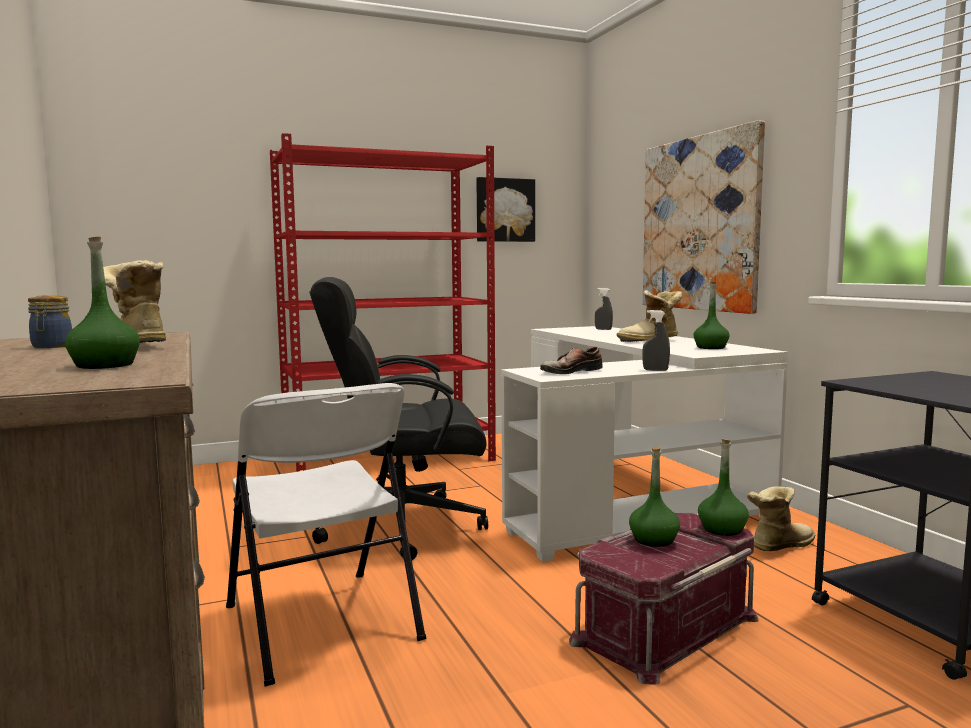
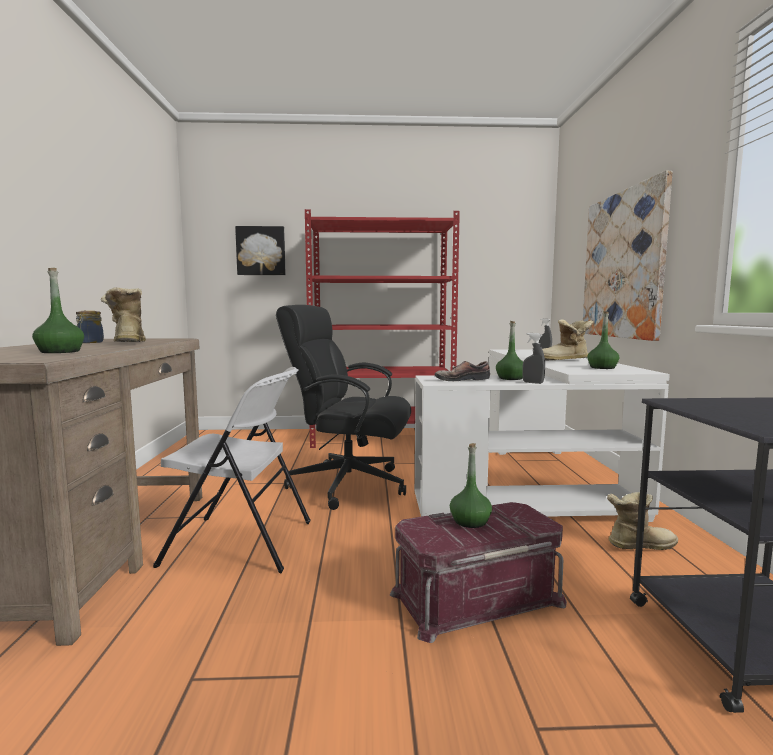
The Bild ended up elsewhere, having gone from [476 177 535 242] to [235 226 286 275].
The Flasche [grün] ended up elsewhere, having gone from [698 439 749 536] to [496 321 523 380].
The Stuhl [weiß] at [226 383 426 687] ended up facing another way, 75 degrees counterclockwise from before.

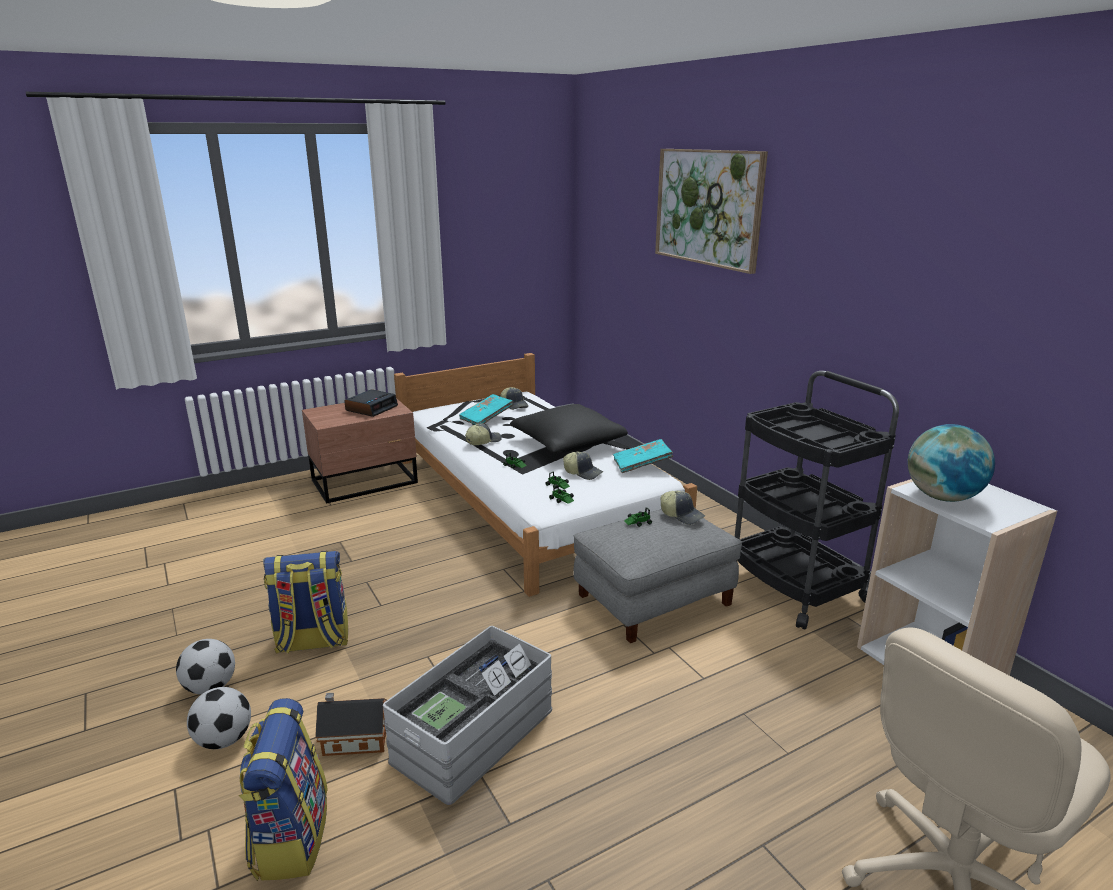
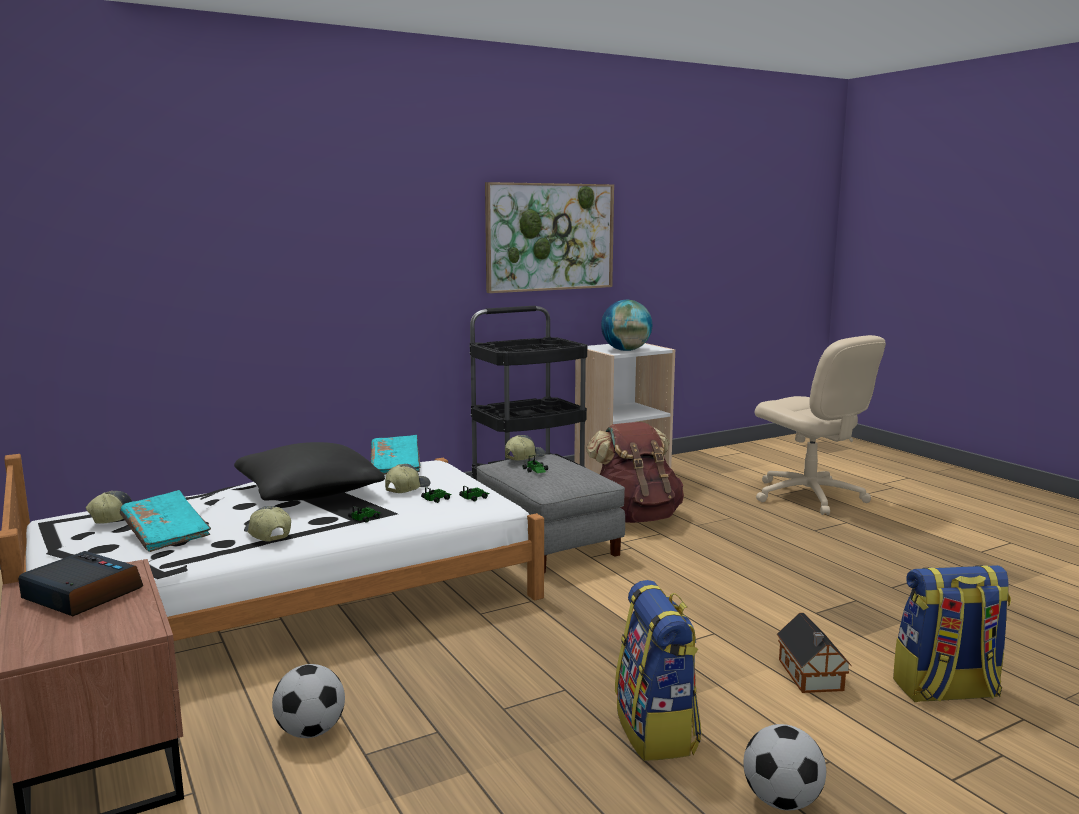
The second view lost the Aufbewahrungsbox [grau] at [383 626 552 805].
The second view gained the Rucksack [braun] at [586 422 684 523].
The Fußball ended up elsewhere, having gone from [187 687 251 749] to [272 664 345 738].
The Bild ended up elsewhere, having gone from [655 149 768 274] to [485 182 614 293].

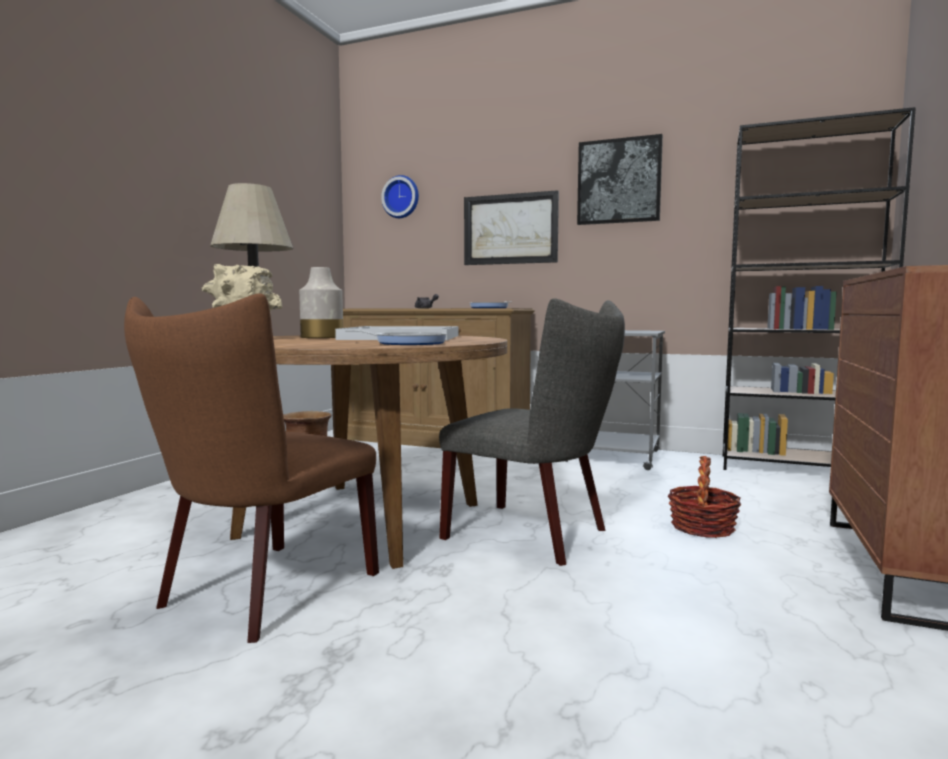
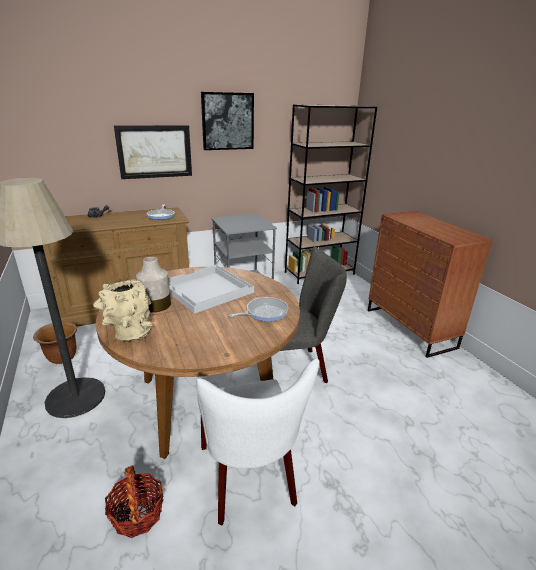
The second view lost the Wanduhr at [381 175 419 218].
The Korb ended up elsewhere, having gone from [668 456 741 538] to [105 465 164 538].
What was the Stuhl [braun] at [124 293 379 643] turned into the Stuhl [weiß] at [196 359 320 525].

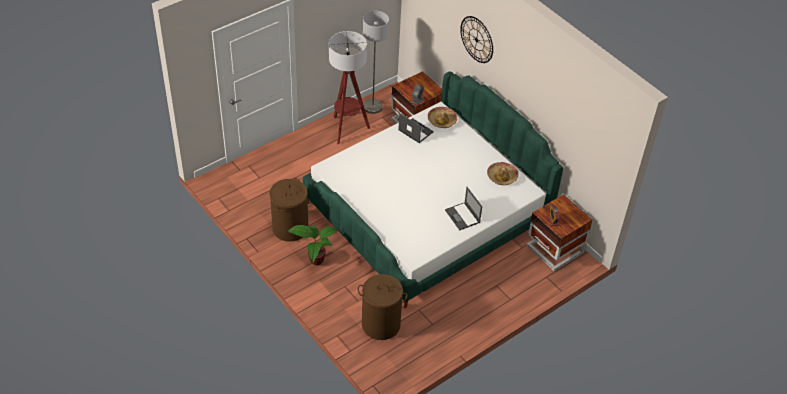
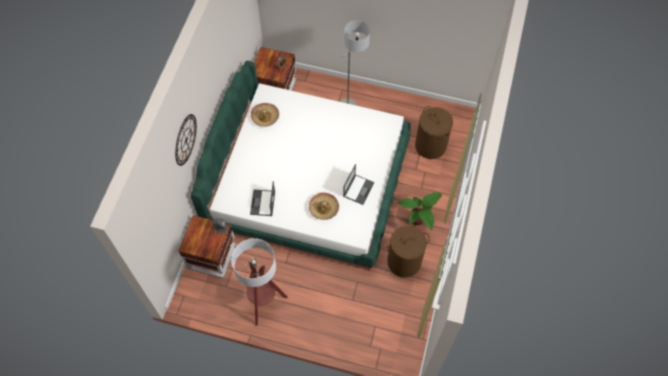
The Stehlampe [grau] ended up elsewhere, having gone from [363 11 389 114] to [340 20 370 106].
The Hut ended up elsewhere, having gone from [427 107 457 128] to [309 192 339 220].
The Laptop ended up elsewhere, having gone from [445 187 482 231] to [343 164 374 205].

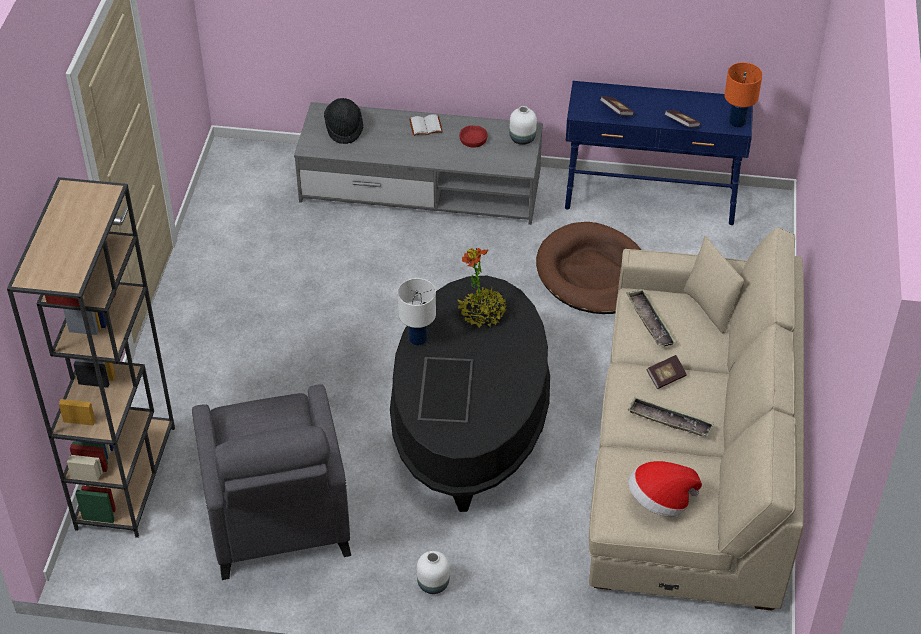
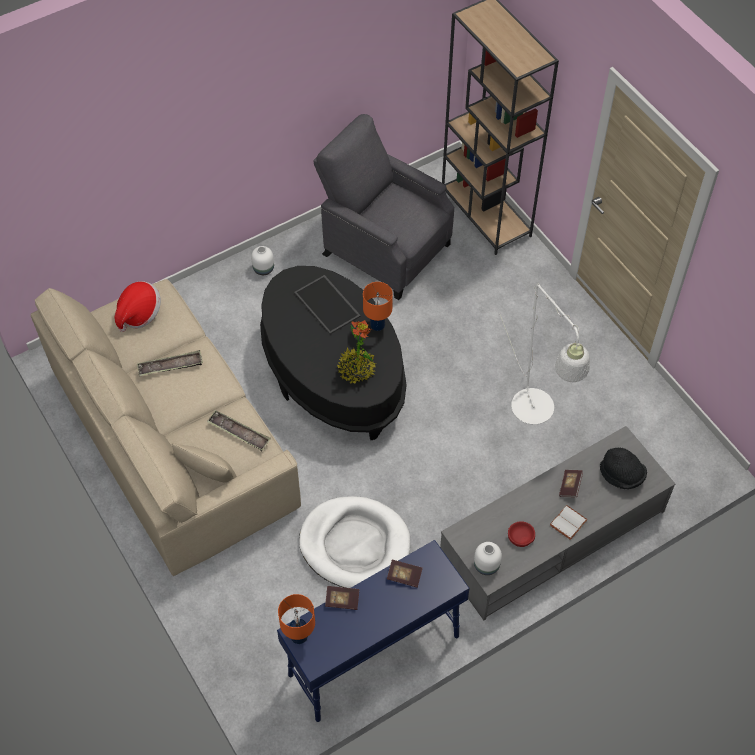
The second view gained the Stehlampe [weiß] at [500 284 590 425].
The Buch ended up elsewhere, having gone from [646 355 687 389] to [559 470 583 497].
What was the Tischlampe [weiß] at [398 278 436 346] turned into the Tischlampe [orange] at [363 282 393 331].
What was the Hundebett [braun] at [536 222 641 314] turned into the Hundebett [weiß] at [299 496 410 588].

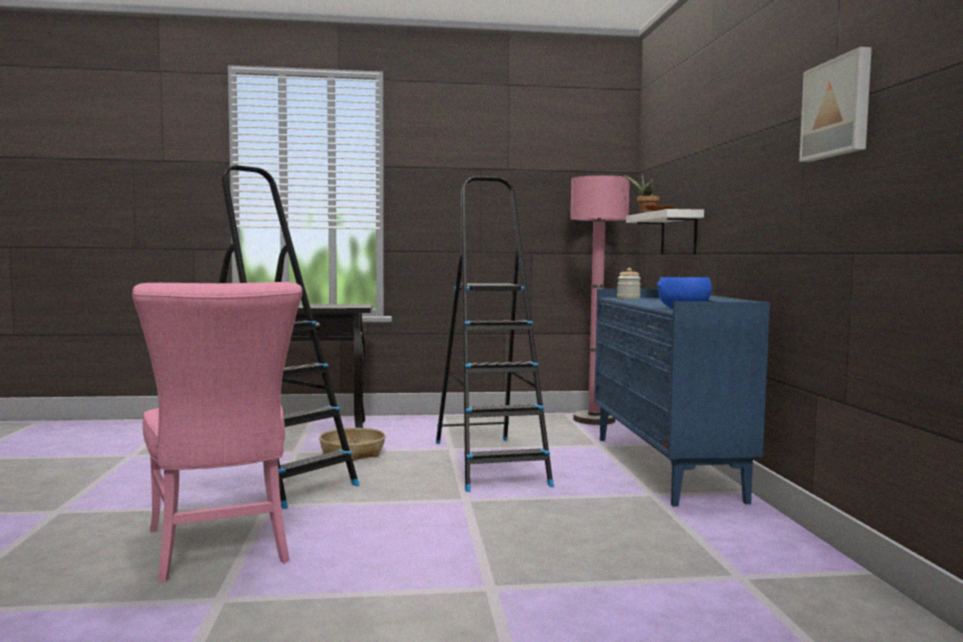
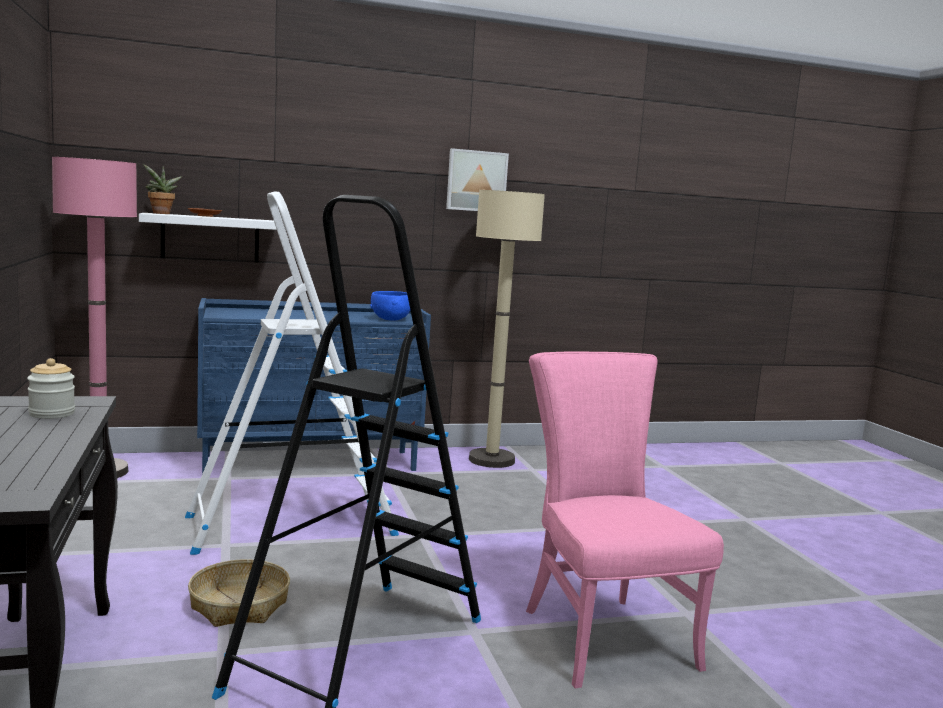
The second view gained the Stehlampe [beige] at [469 190 545 468].
The Vorratsglas ended up elsewhere, having gone from [617 268 641 299] to [27 358 75 419].
What was the Trittleiter [schwarz] at [436 176 554 492] turned into the Trittleiter [weiß] at [185 192 399 555].
The Stuhl [rosa] at [132 282 303 582] ended up facing another way, 75 degrees counterclockwise from before.

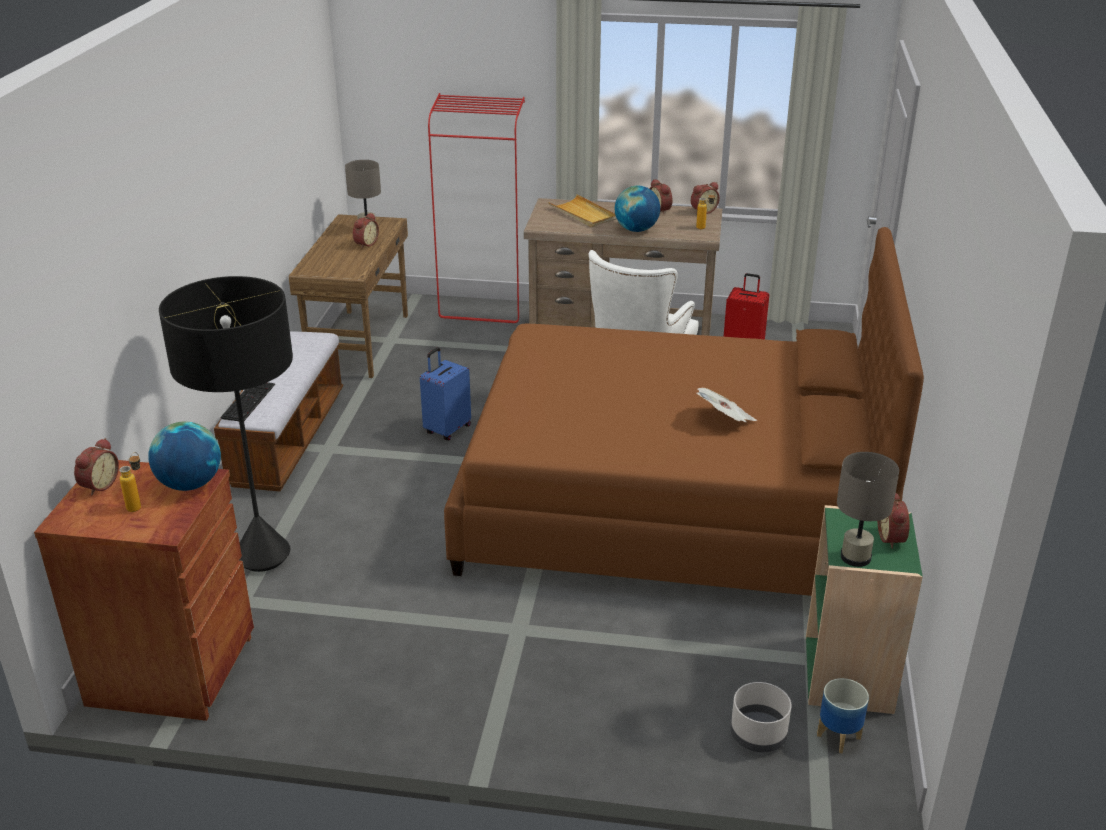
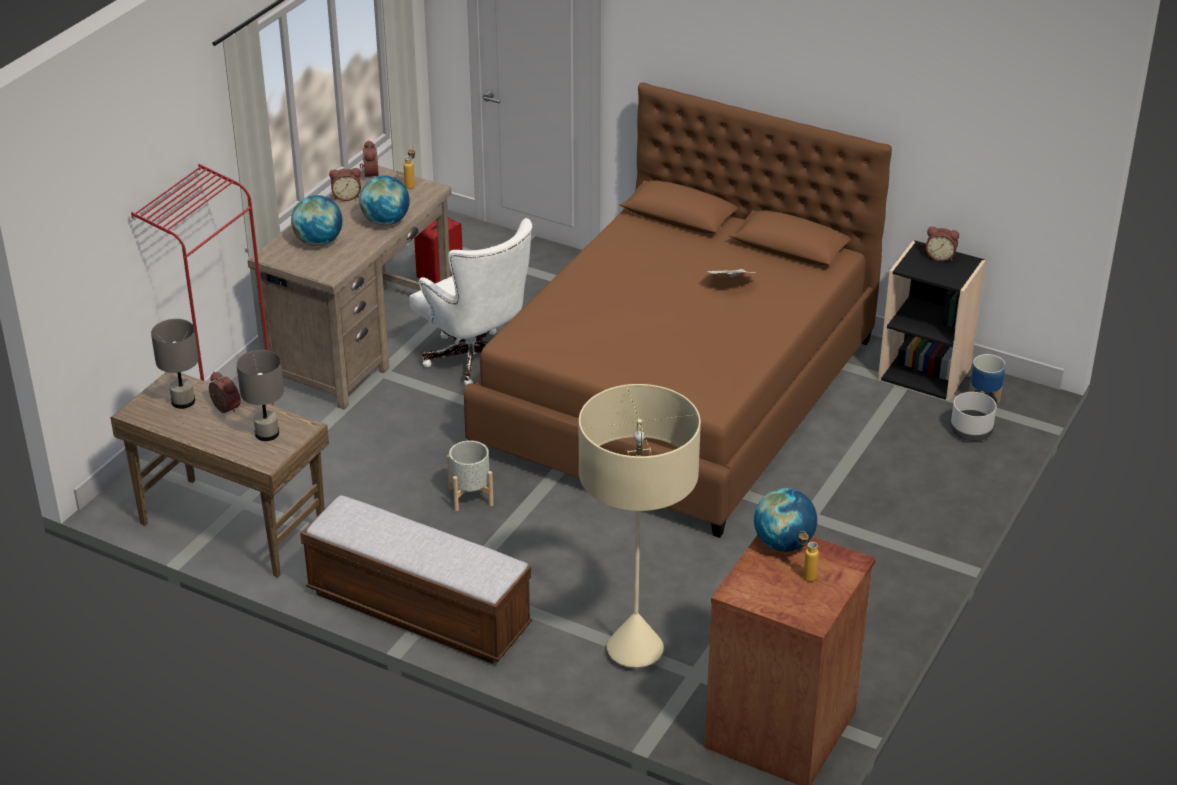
The second view lost the Wecker at [74 438 119 496].
The second view lost the Tastatur at [220 382 275 421].
The Tischlampe [grau] ended up elsewhere, having gone from [837 452 899 567] to [237 350 284 441].
Where the Koffer [blau] stood at [420 348 471 440], the Pflanzkübel [grau] came to stand at [447 440 493 511].
Where the Tablett [beige] stood at [549 194 617 227], the Globus came to stand at [291 195 342 246].
What was the Stehlampe [schwarz] at [159 276 293 572] turned into the Stehlampe [beige] at [579 384 701 669].
What was the Bücherregal [grün] at [806 505 923 714] turned into the Bücherregal [schwarz] at [878 240 986 401].

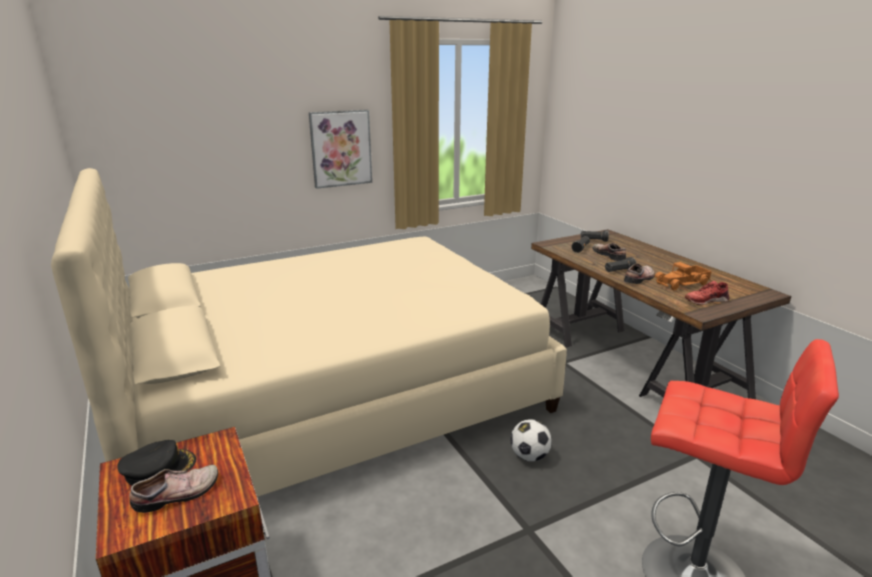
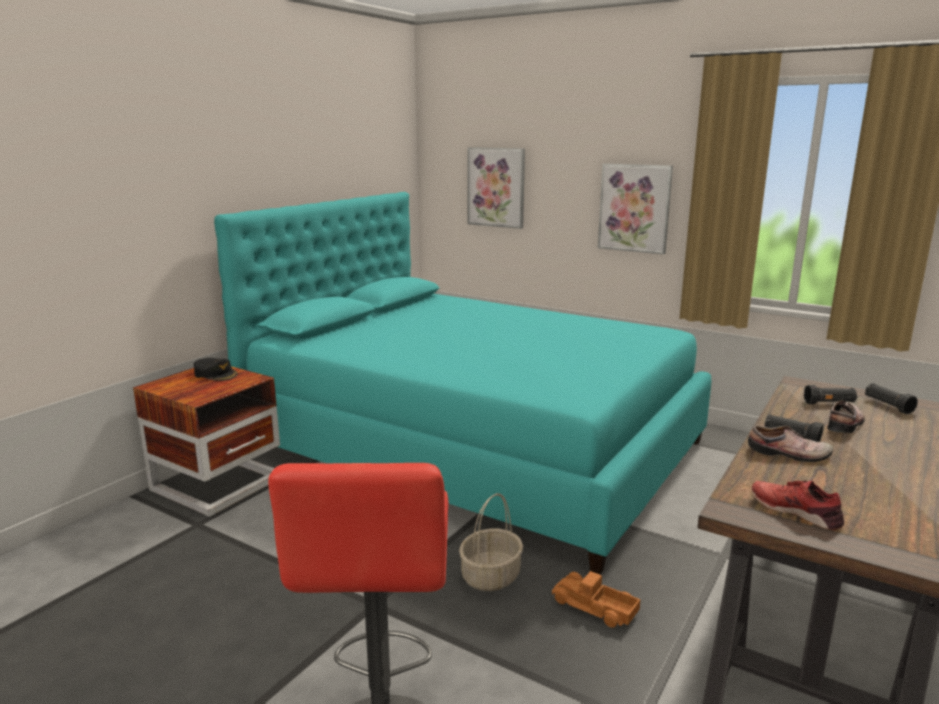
The second view lost the Schuh at [129 465 218 513].
The second view gained the Bild at [467 147 525 229].
The Spielzeuglaster ended up elsewhere, having gone from [654 262 712 291] to [552 571 641 628].
Where the Fußball stood at [510 419 552 461], the Korb came to stand at [459 493 523 591].
What was the Bett [beige] at [51 168 567 497] turned into the Bett [türkis] at [214 192 711 575].

